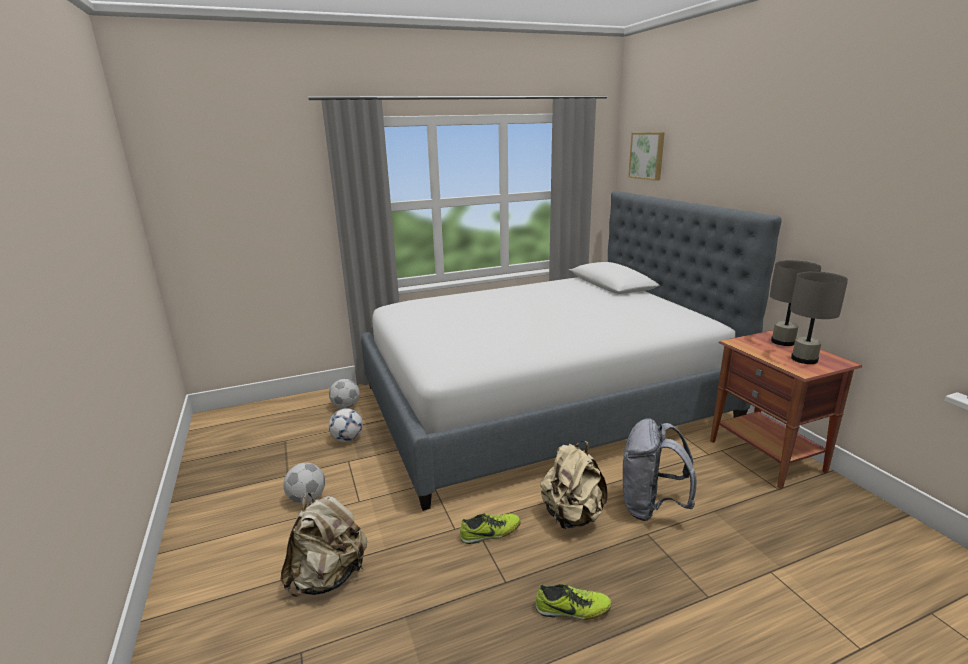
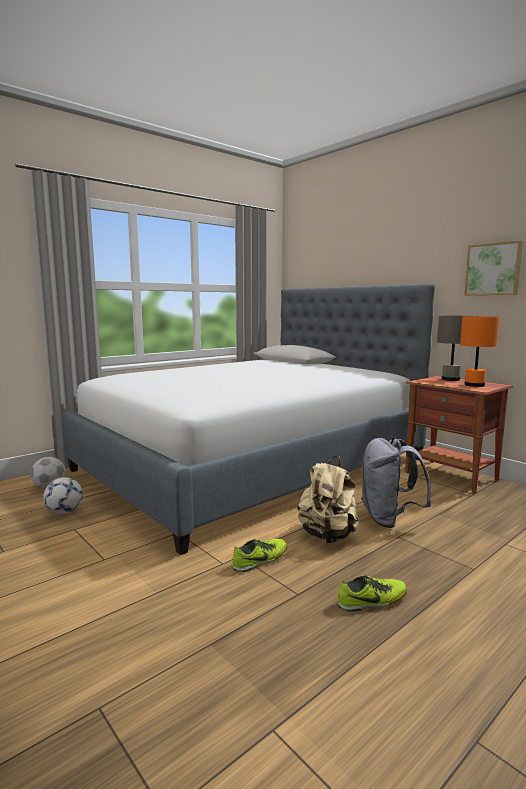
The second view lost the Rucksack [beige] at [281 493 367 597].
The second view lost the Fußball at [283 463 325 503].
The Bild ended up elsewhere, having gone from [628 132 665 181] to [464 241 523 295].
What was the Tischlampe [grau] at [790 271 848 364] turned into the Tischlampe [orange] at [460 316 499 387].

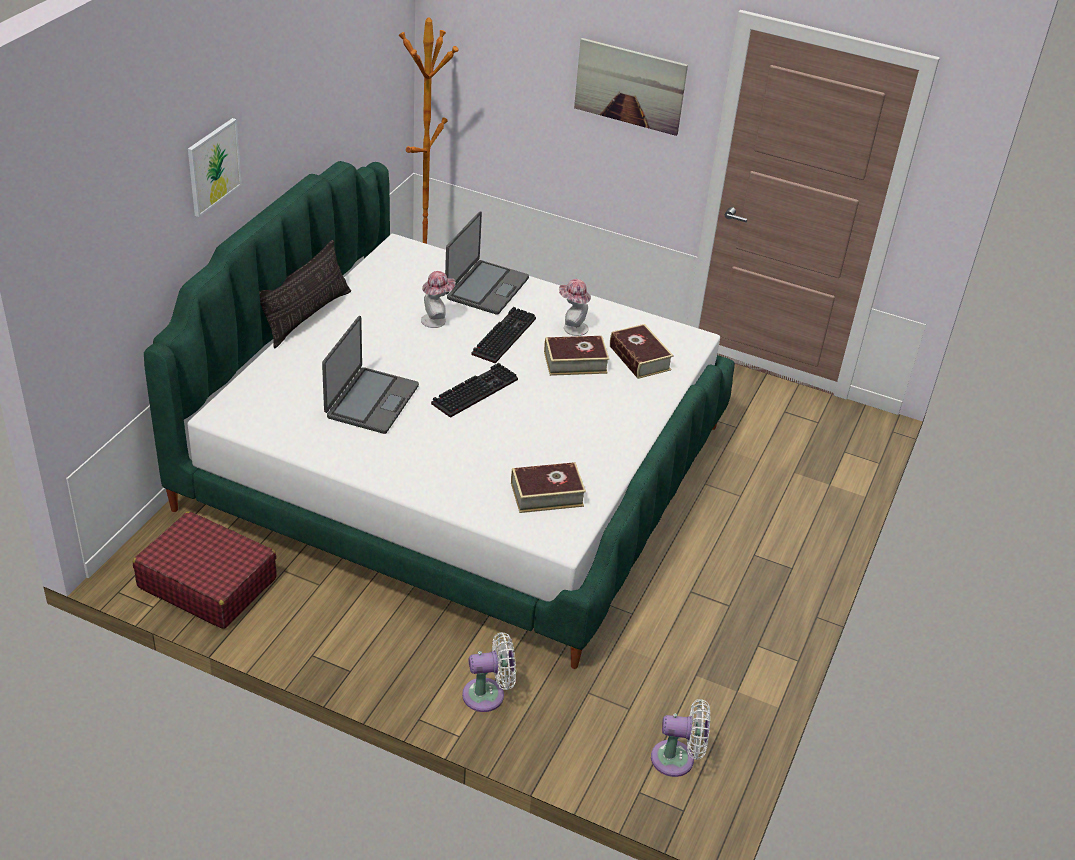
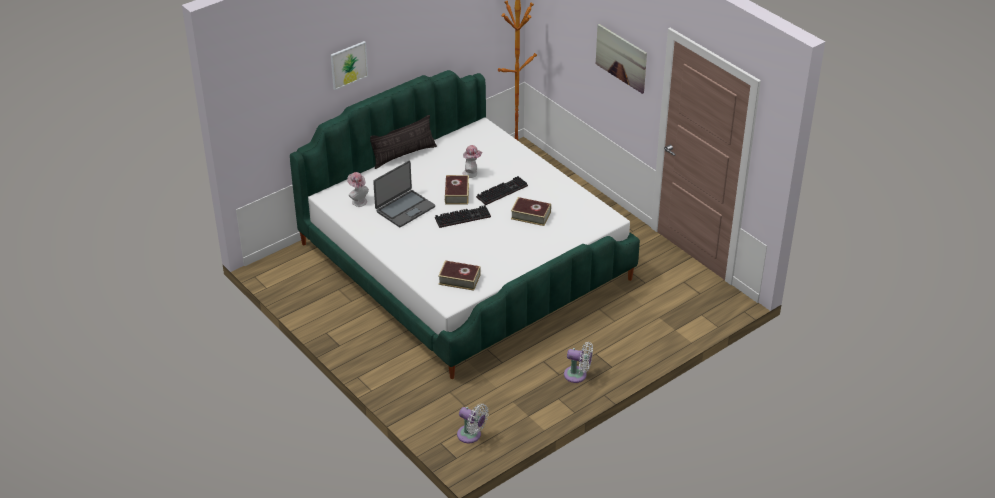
The second view lost the Koffer [rot] at [133 511 277 629].
The second view lost the Laptop at [445 211 529 315].
The Ventilator [weiß] ended up elsewhere, having gone from [462 632 516 712] to [564 342 593 383].
The Hut ended up elsewhere, having gone from [559 279 591 336] to [347 172 369 207].
The Buch ended up elsewhere, having gone from [610 324 674 379] to [445 175 469 205].

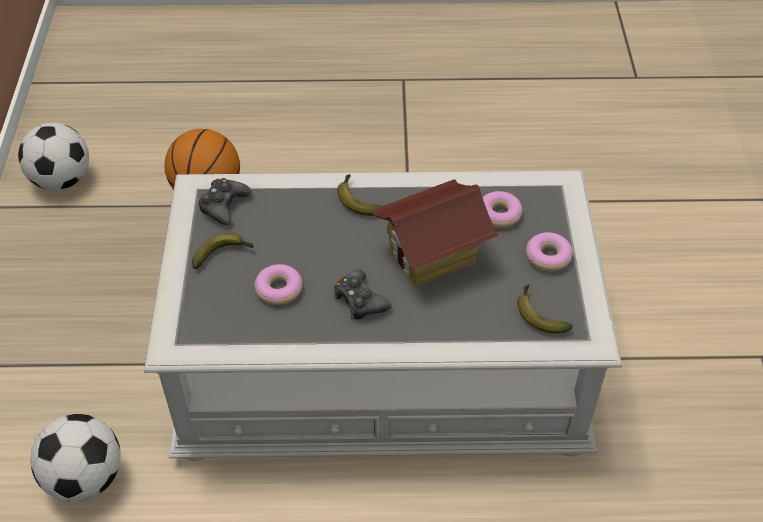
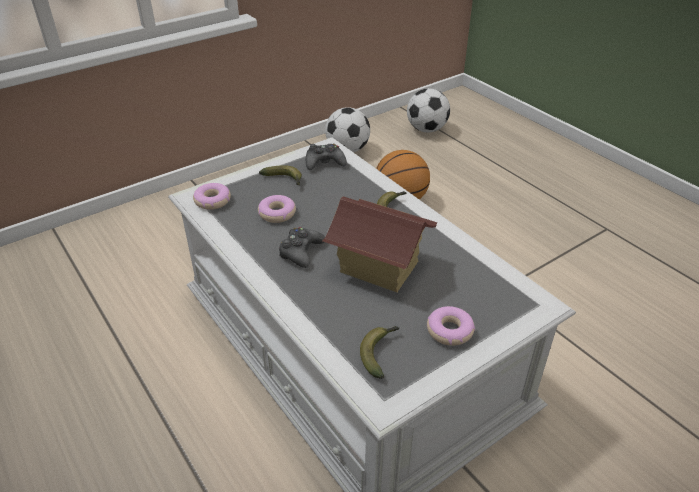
The Fußball ended up elsewhere, having gone from [30 414 121 502] to [407 88 450 132].
The Donut ended up elsewhere, having gone from [482 191 522 228] to [193 183 231 210].

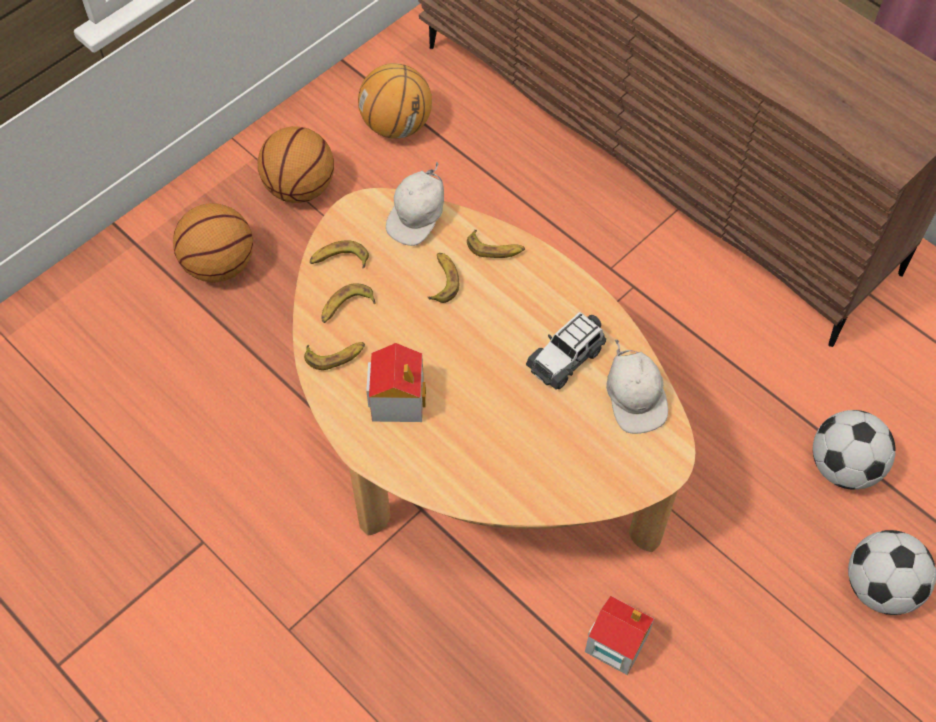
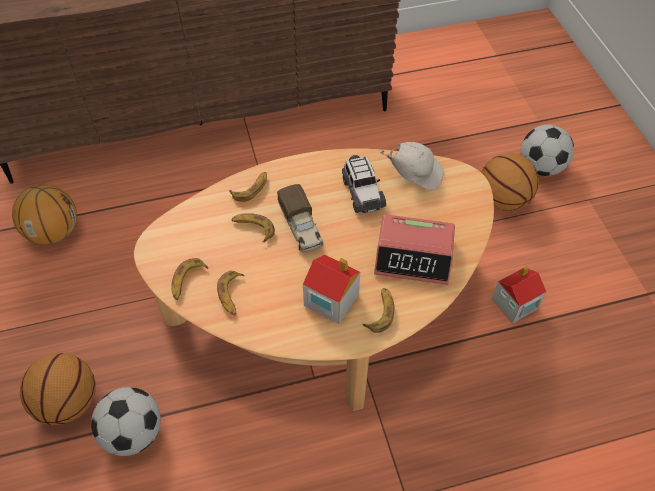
The second view lost the Kappe [weiß] at [386 161 444 246].
The second view gained the Spielzeuglaster at [277 184 324 252].
The second view gained the Wecker at [374 214 455 285].
The Basketball ended up elsewhere, having gone from [257 126 334 203] to [481 153 539 211].
The Banane ended up elsewhere, having gone from [304 342 365 370] to [363 288 394 333].
The Fußball ended up elsewhere, having gone from [813 410 896 490] to [91 387 161 456].

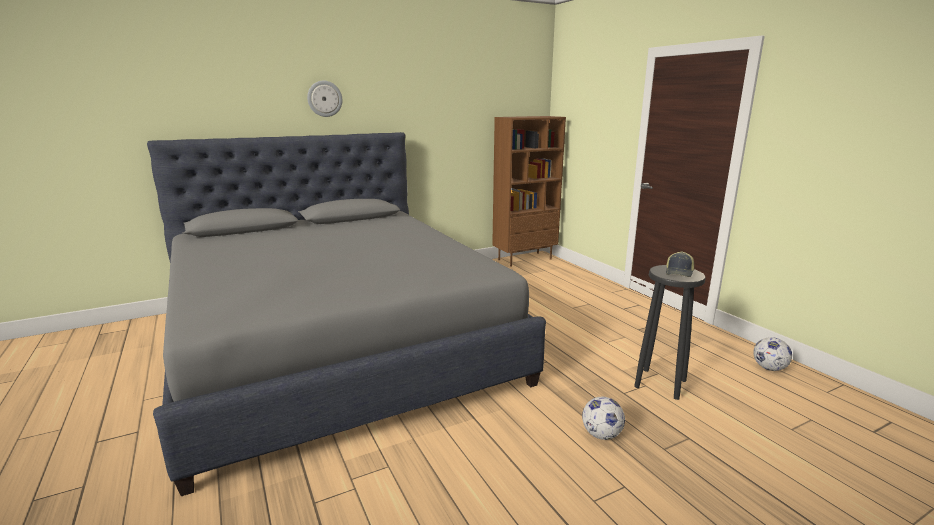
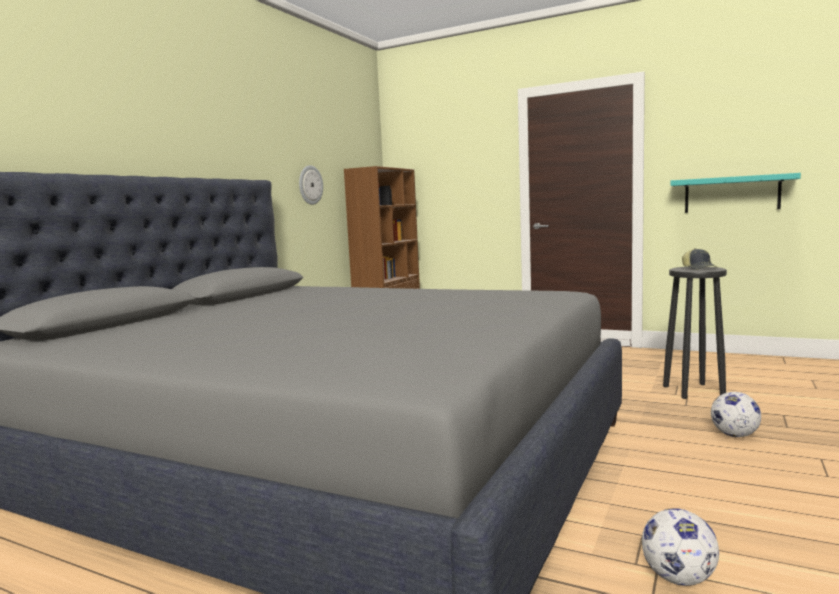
The second view gained the Wandregal [türkis] at [670 173 801 213].
The Wanduhr ended up elsewhere, having gone from [307 81 342 117] to [299 165 323 205].
The Fußball ended up elsewhere, having gone from [753 337 792 371] to [642 508 719 586].

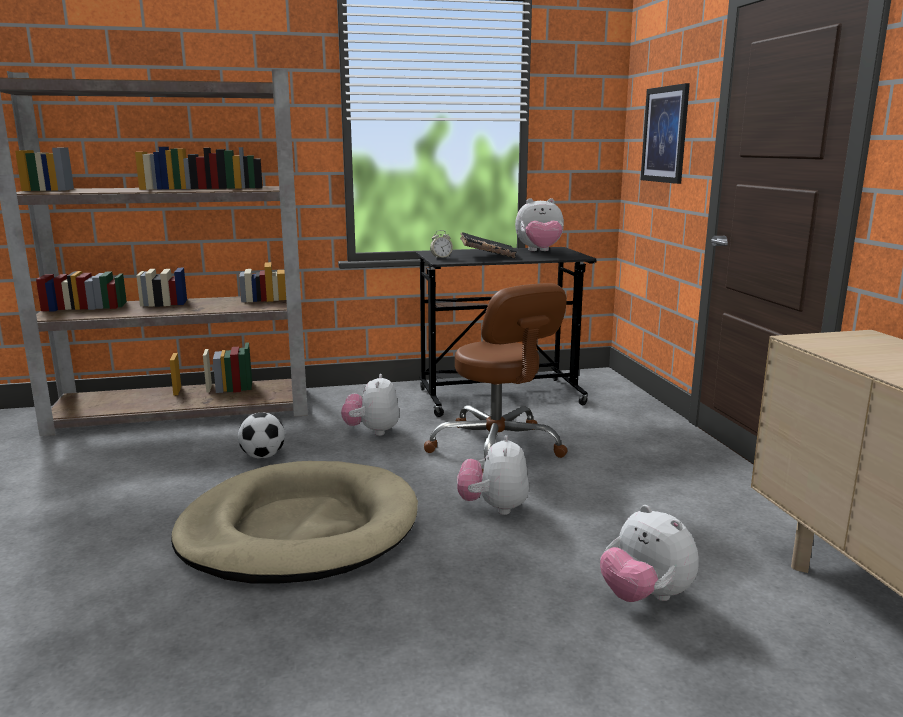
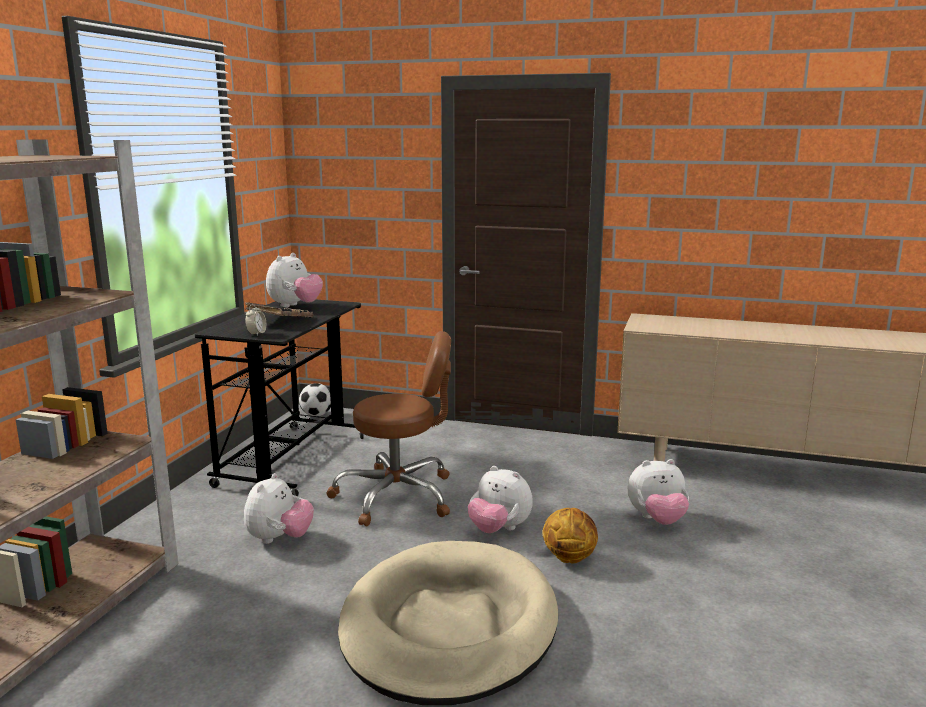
The second view lost the Bild at [640 83 690 184].
The second view gained the Basketball at [542 508 598 563].
The Fußball ended up elsewhere, having gone from [238 413 285 459] to [299 383 331 416].
The Plüschtier at [341 374 399 436] ended up facing another way, 105 degrees counterclockwise from before.

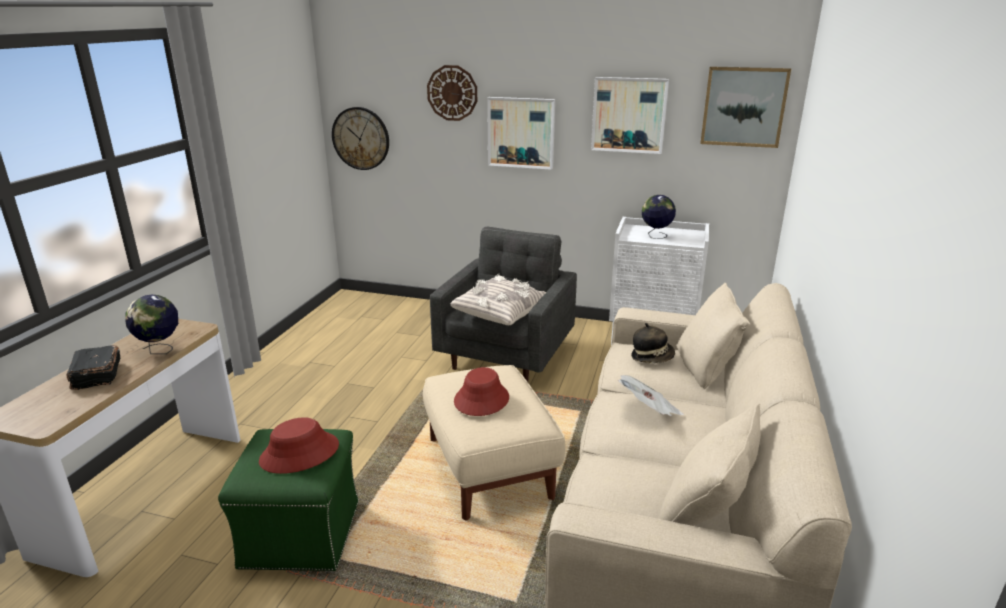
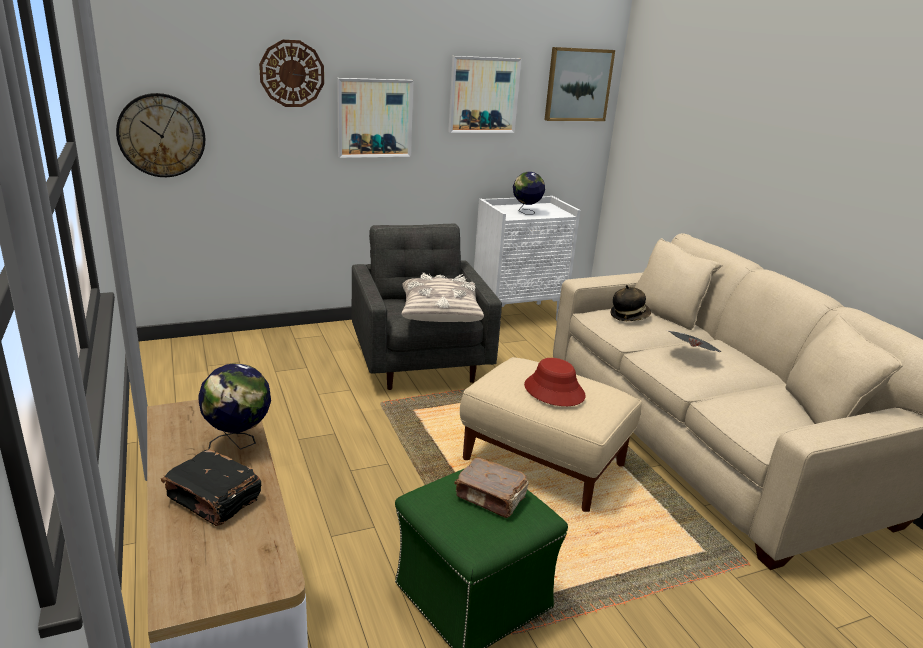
Where the Hut [rot] stood at [259 417 339 474], the Buch [braun] came to stand at [454 457 529 518].

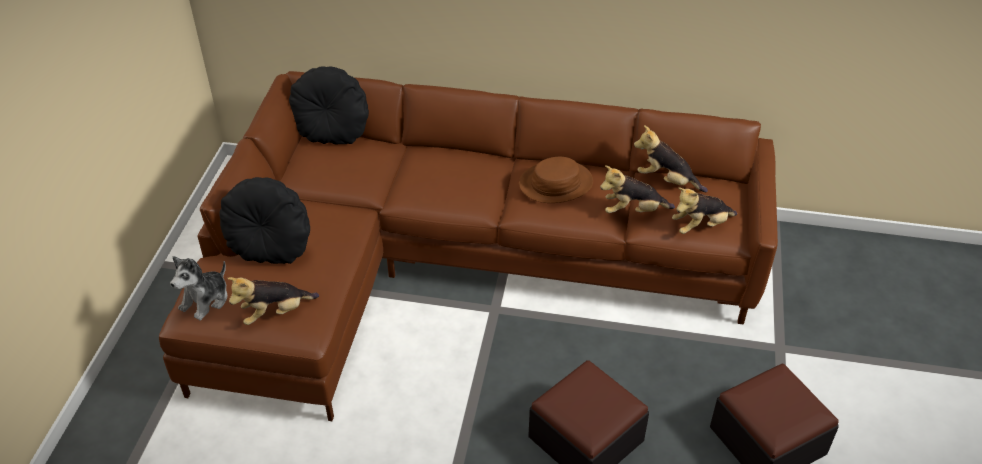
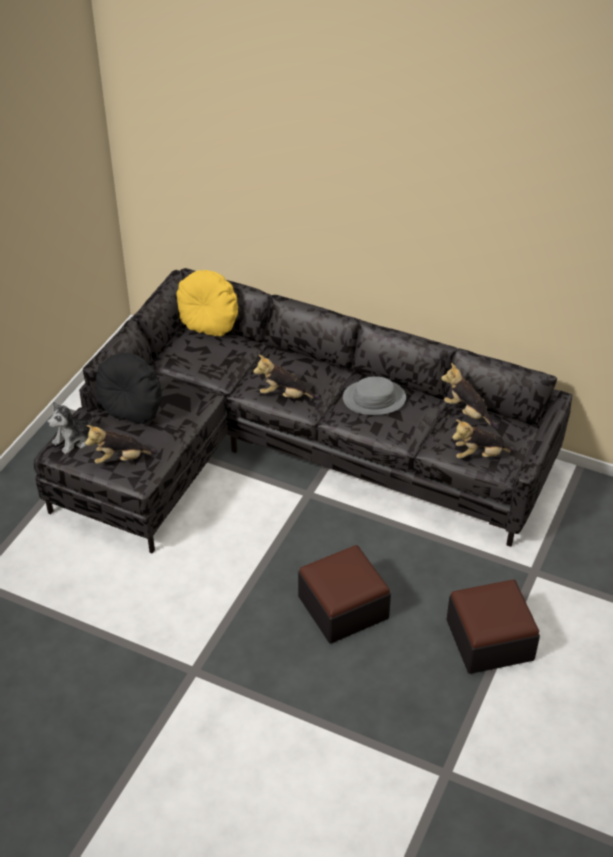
The Plüschtier ended up elsewhere, having gone from [600 165 675 213] to [253 355 320 400].
What was the Sofa [braun] at [159 71 778 421] turned into the Sofa [grau] at [34 268 572 553].
What was the Kissen [schwarz] at [289 66 369 144] turned into the Kissen [gelb] at [176 270 238 337].
What was the Hut [braun] at [519 157 593 203] turned into the Hut [grau] at [343 376 406 415].

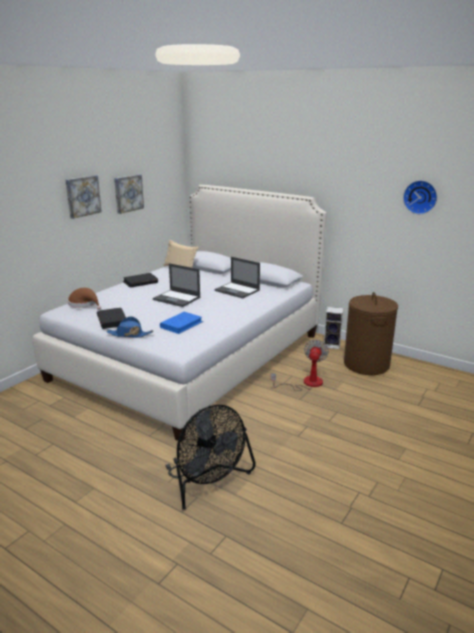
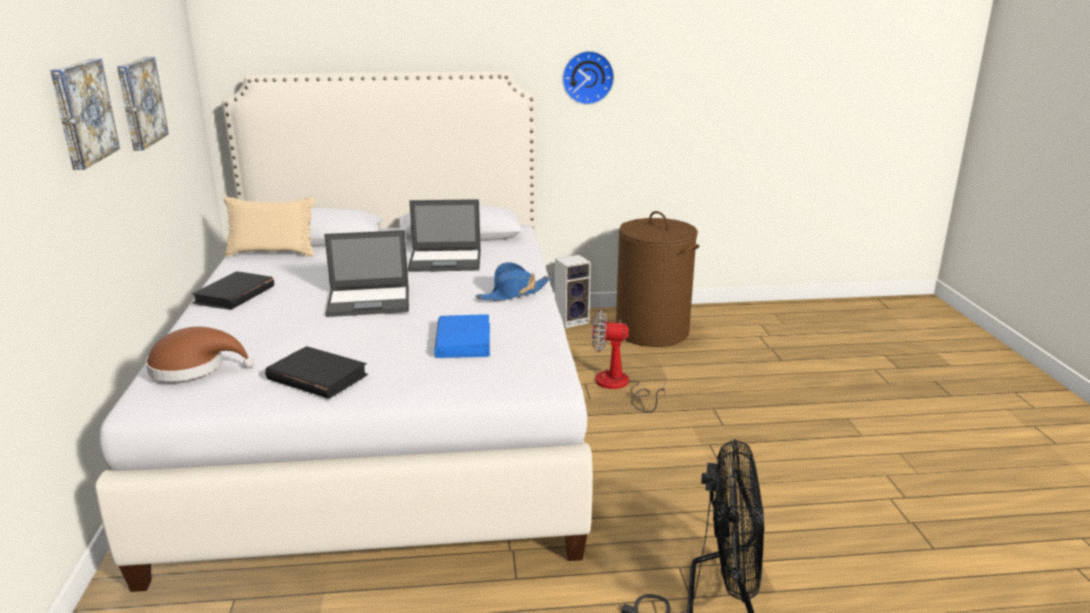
The Hut [blau] ended up elsewhere, having gone from [106 316 153 338] to [475 262 551 301].
The Wanduhr ended up elsewhere, having gone from [403 180 437 214] to [562 51 614 105].
The Ventilator at [271 340 329 391] ended up facing another way, 60 degrees counterclockwise from before.

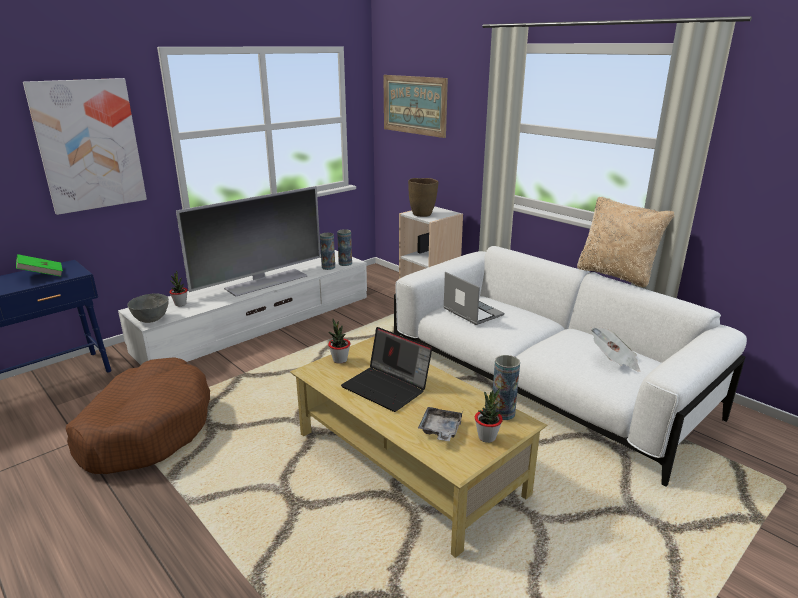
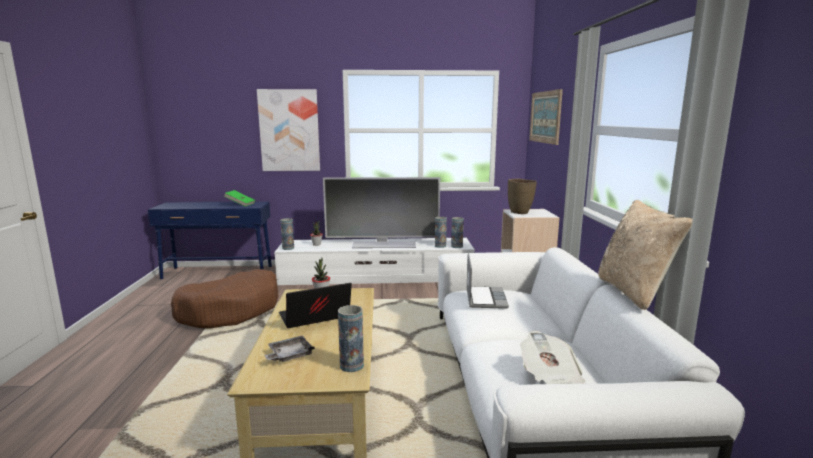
The second view lost the Topfpflanze at [475 388 503 443].
Where the Schüssel [grau] stood at [127 293 169 323], the Vase came to stand at [280 218 294 250].
The Laptop at [341 327 432 412] ended up facing another way, 75 degrees clockwise from before.

